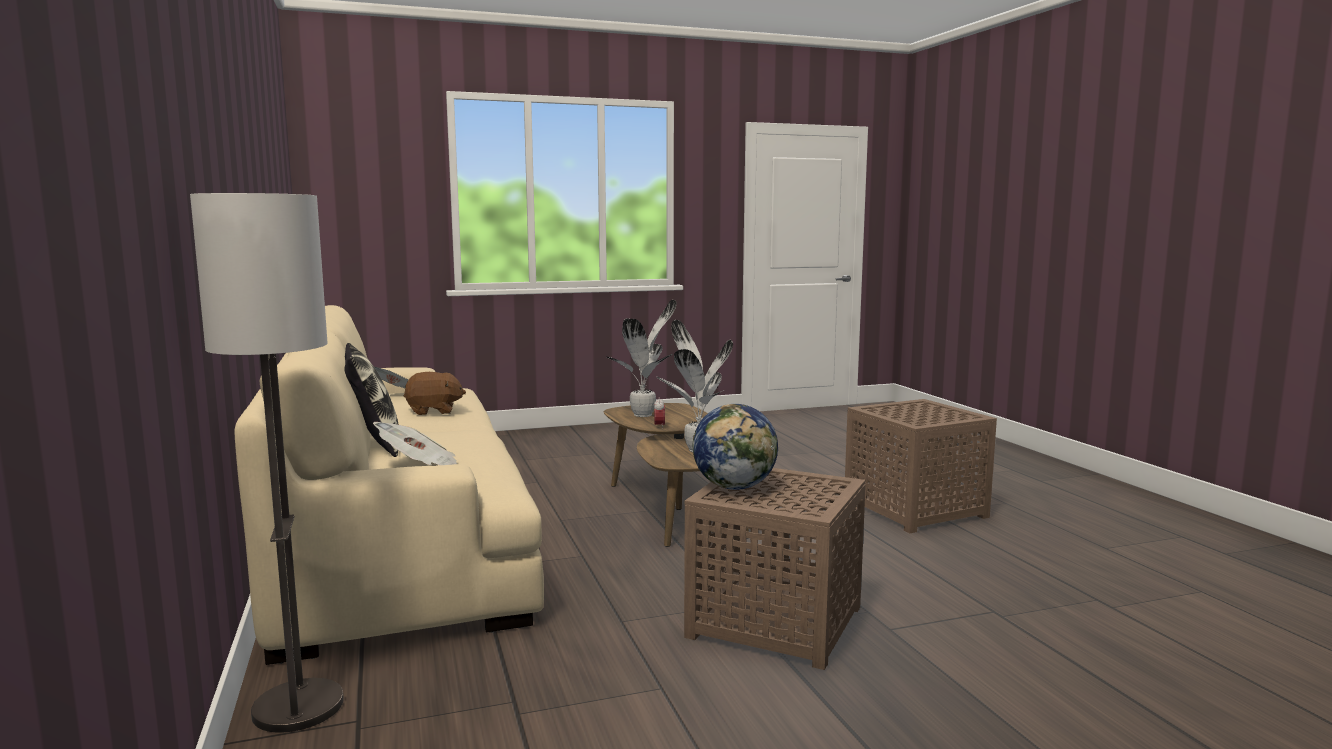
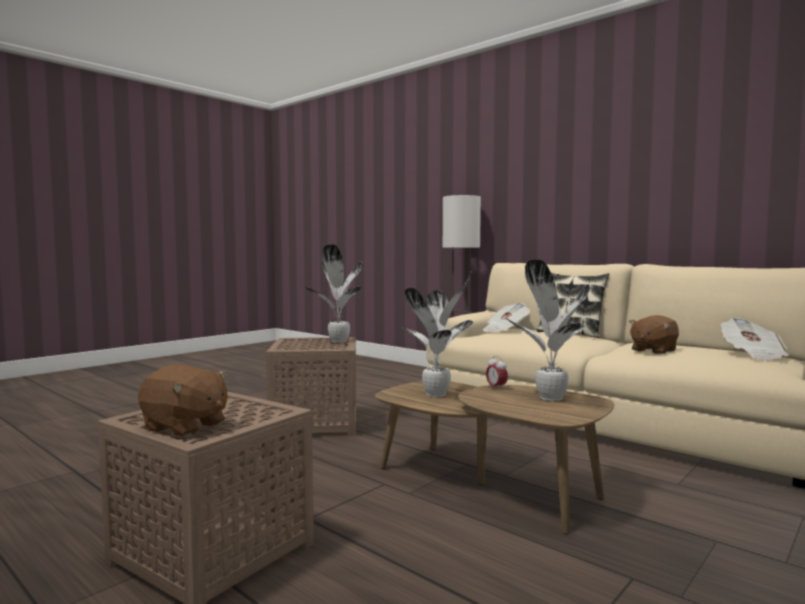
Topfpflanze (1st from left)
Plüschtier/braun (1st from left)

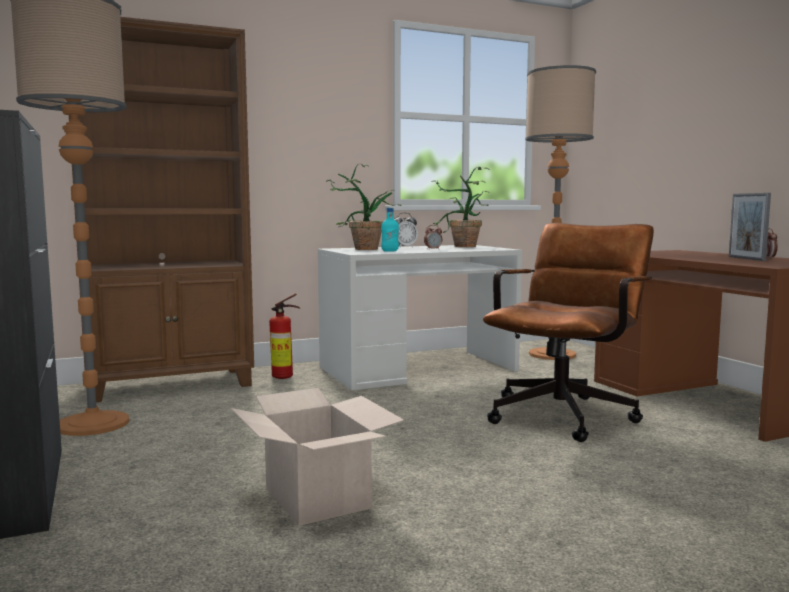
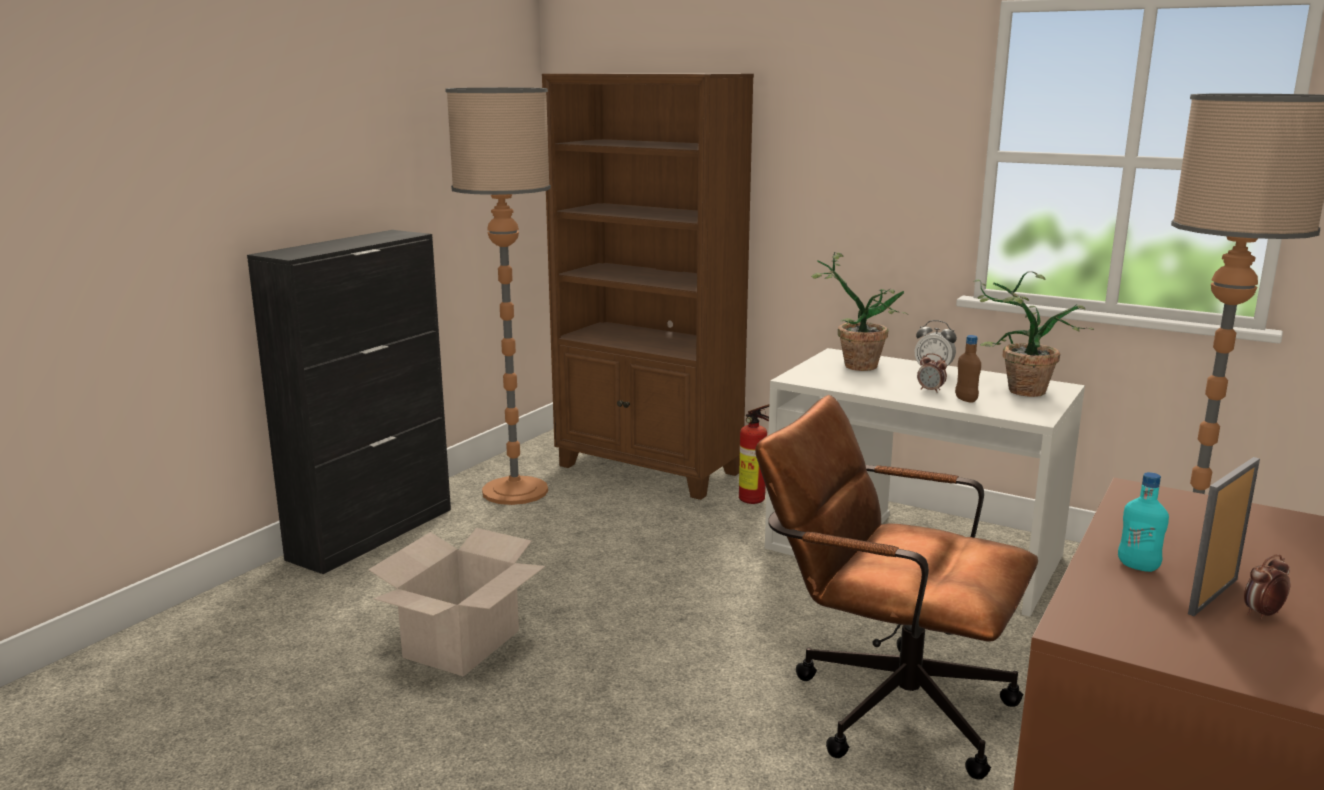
Flasche/türkis
Bürostuhl/braun
Flasche/braun

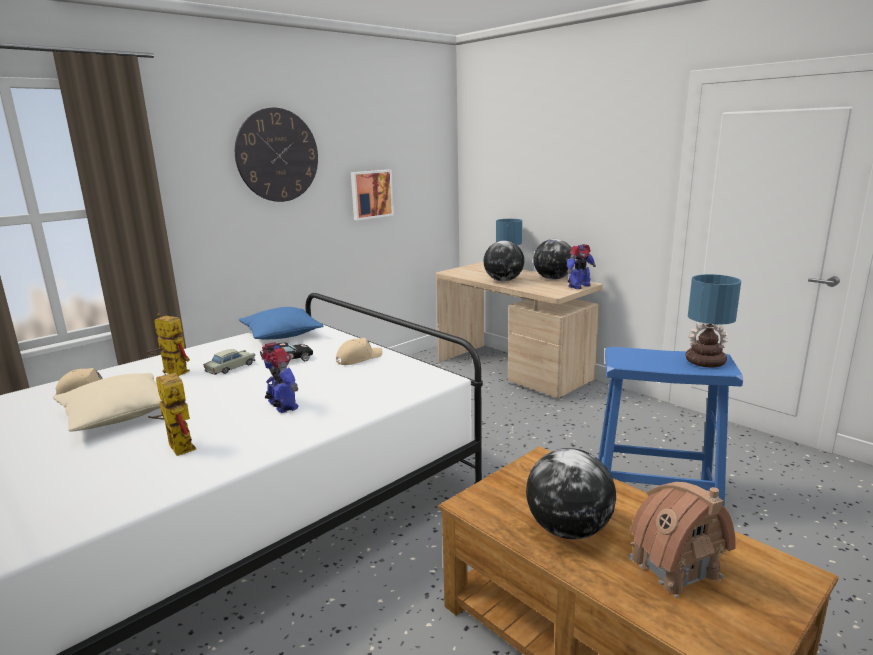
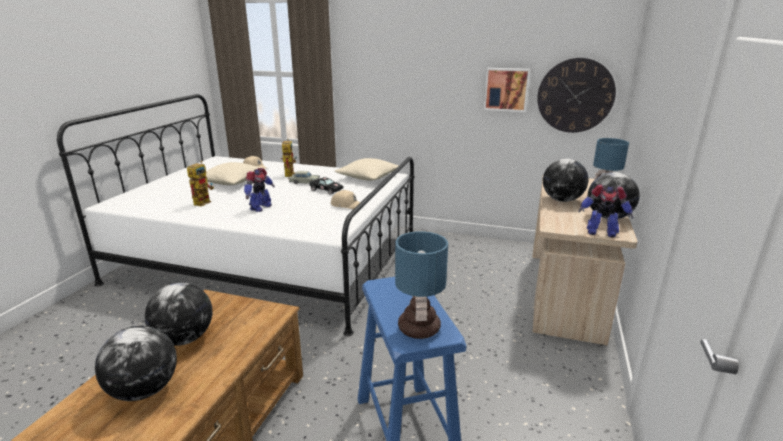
Wanduhr
Kissen/beige (2nd from left)
Globus (1st from left)

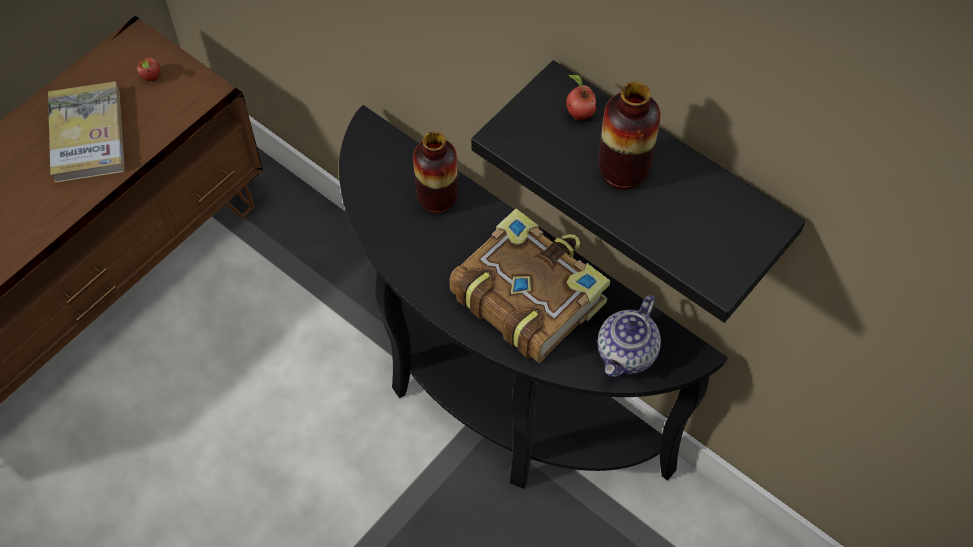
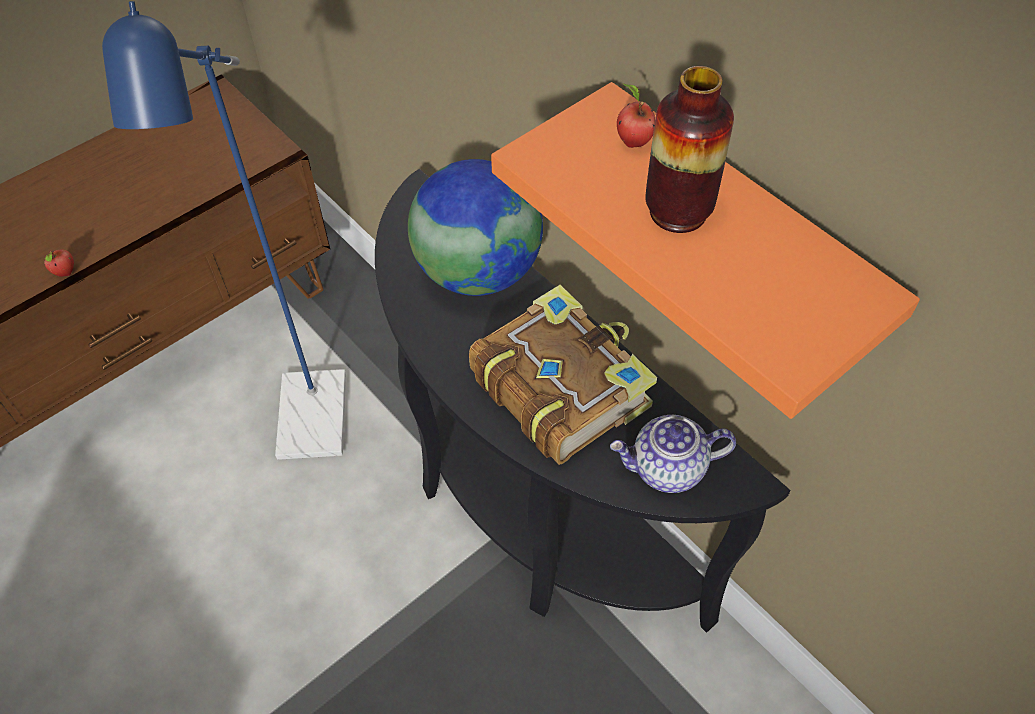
Buch (1st from left in the first image)
Apfel (1st from left)
Globus
Wandregal/orange
Teekanne
Stehlampe/blau

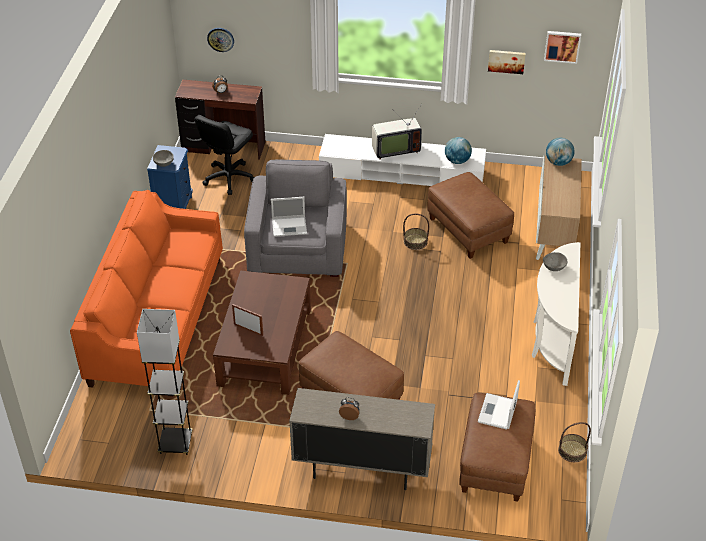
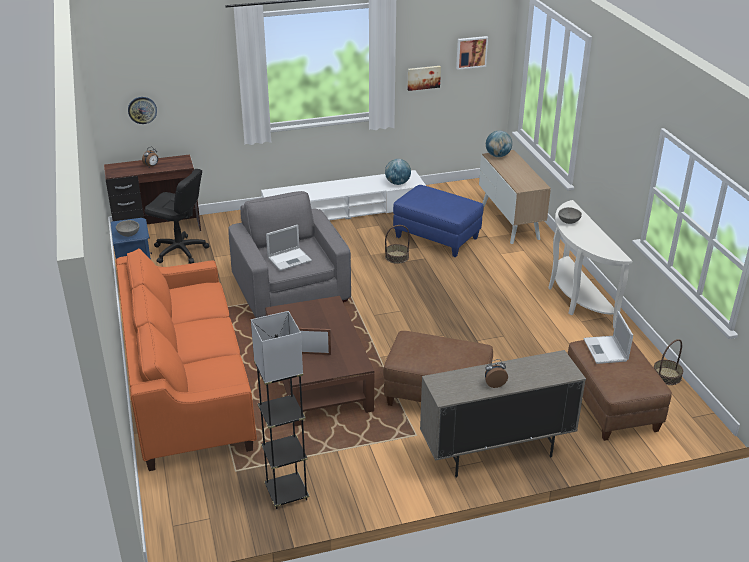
Bürostuhl/schwarz
Fernseher
Polsterhocker/blau

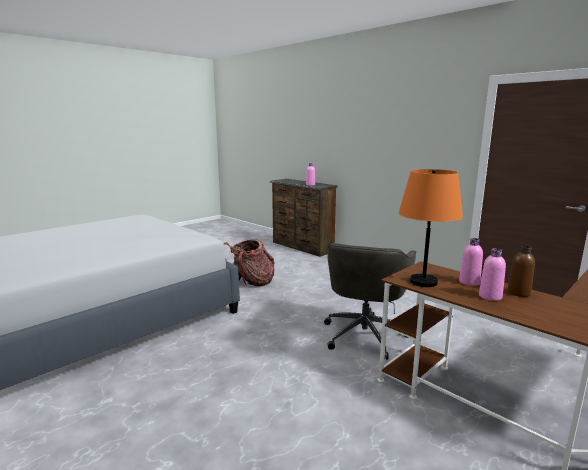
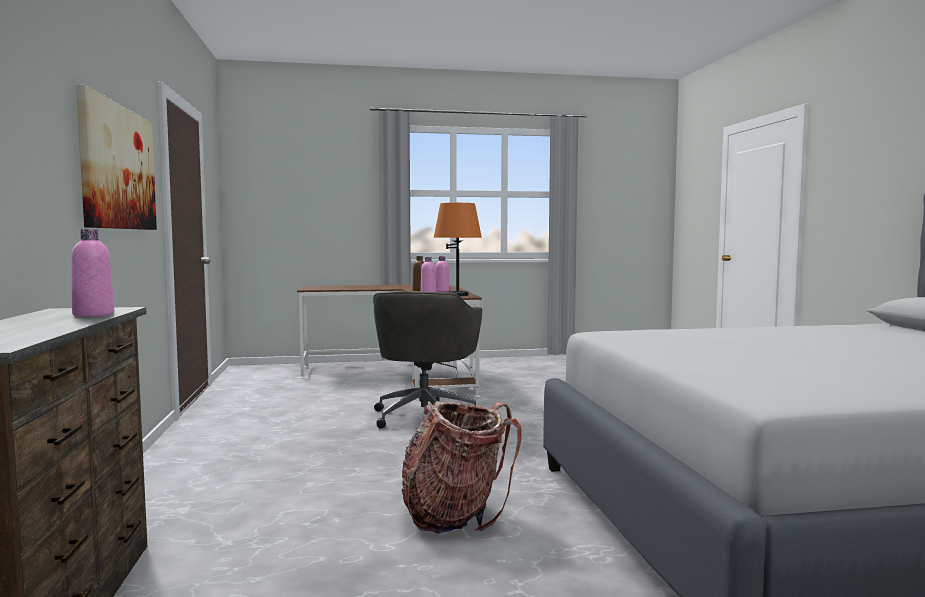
Bürostuhl/grau
Bild

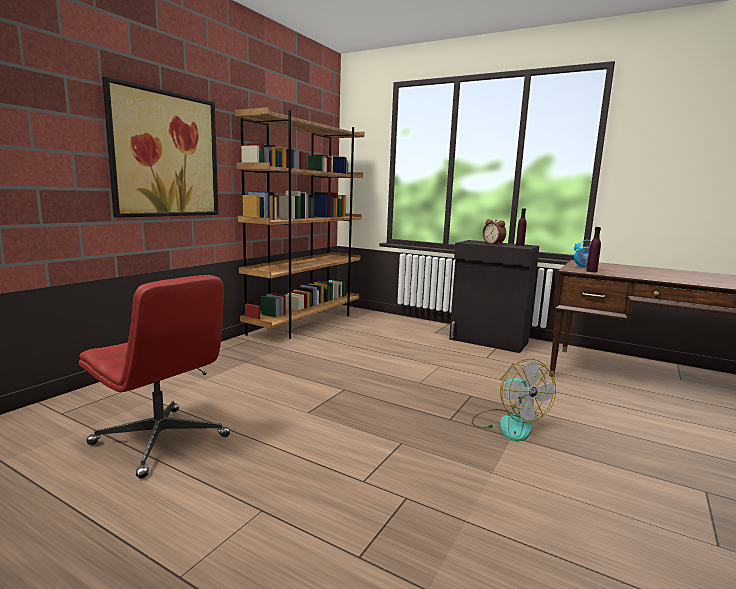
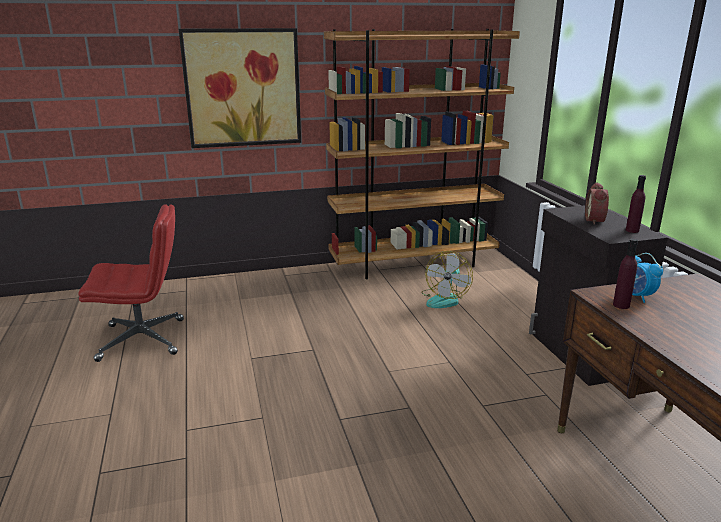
Bürostuhl/rot
Ventilator

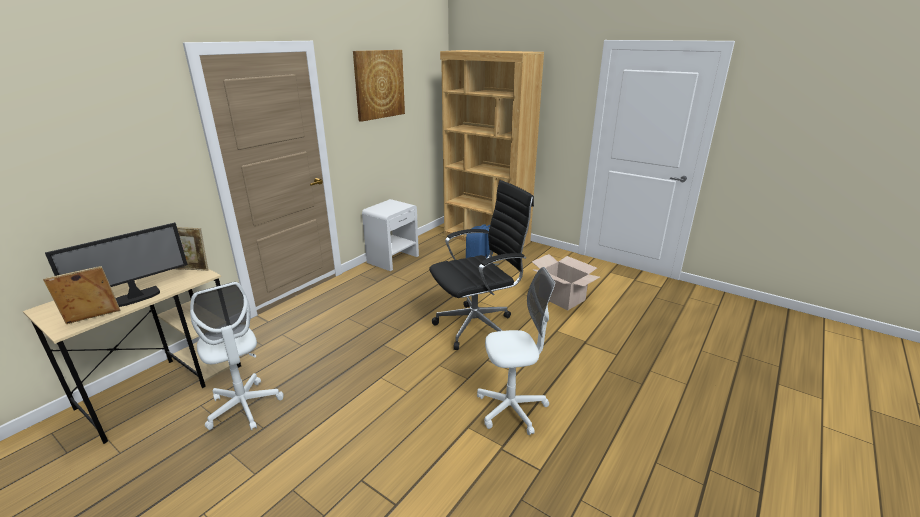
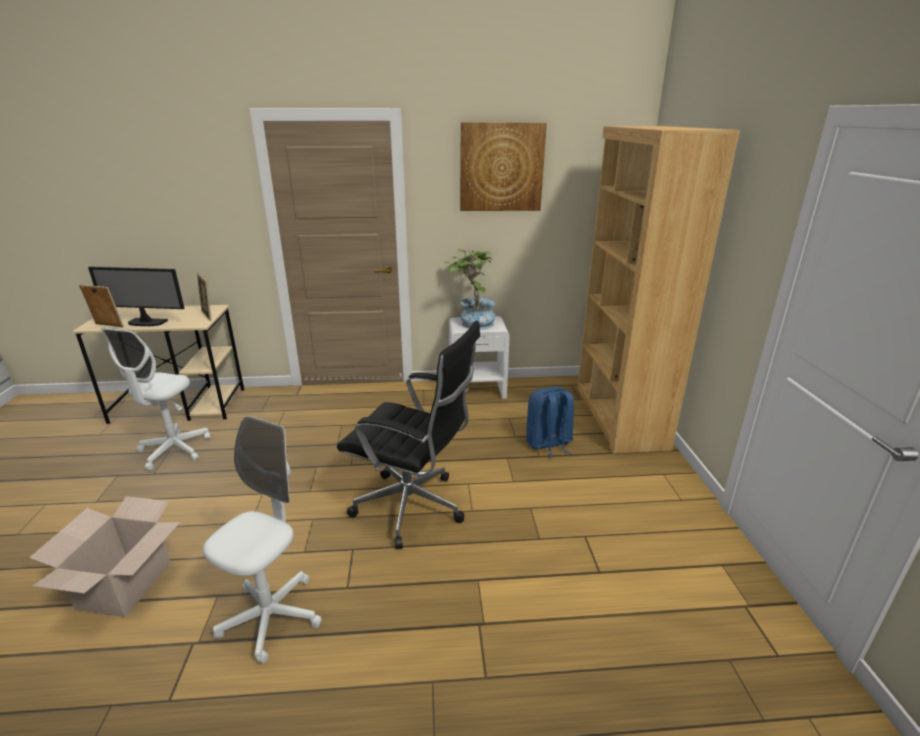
Bürostuhl/weiß (2nd from left)
Karton
Topfpflanze

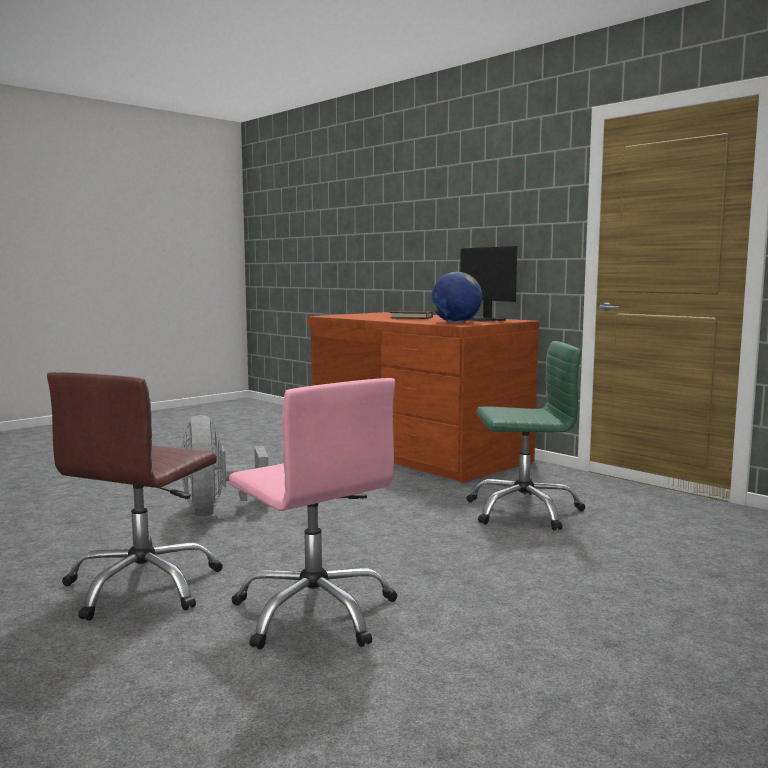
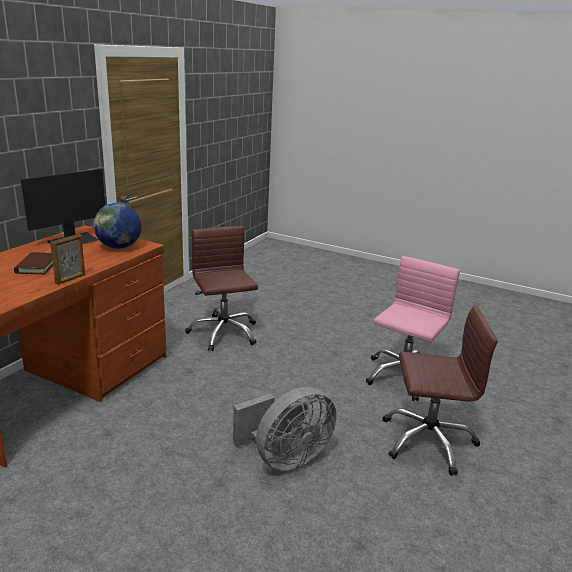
Bürostuhl/braun (1st from left)
Bilderrahmen

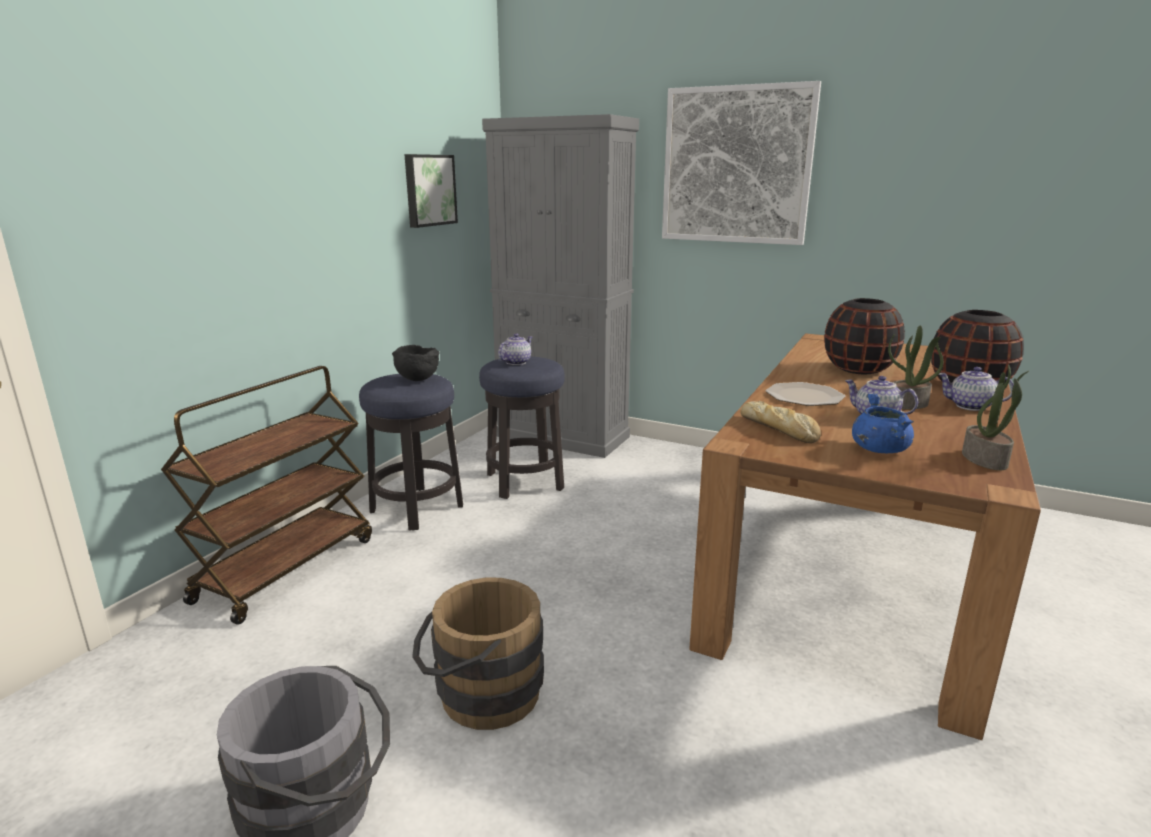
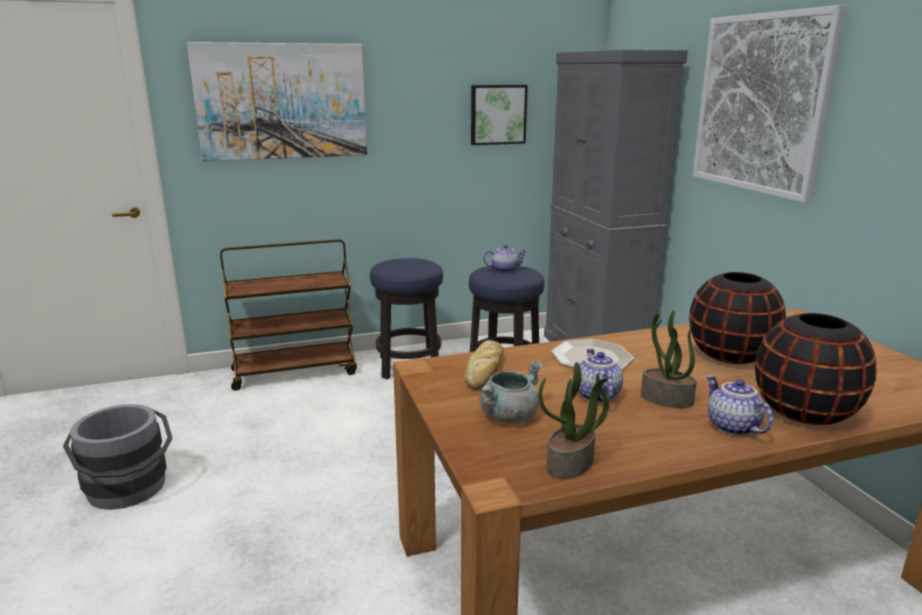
Schüssel/schwarz
Eimer/braun
Kochtopf/grau
Bild (1st from left)

